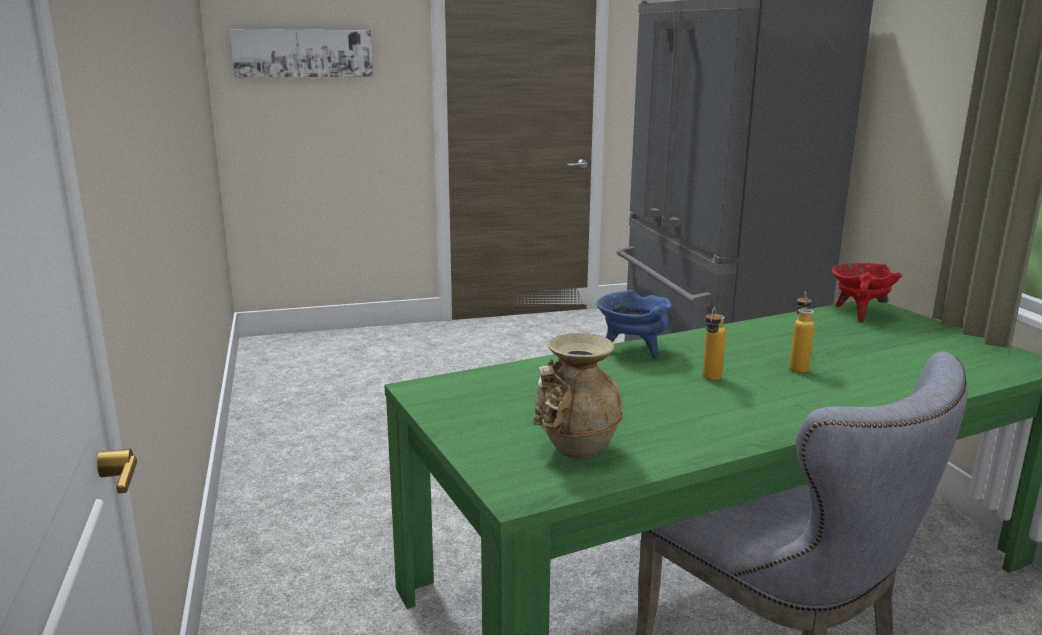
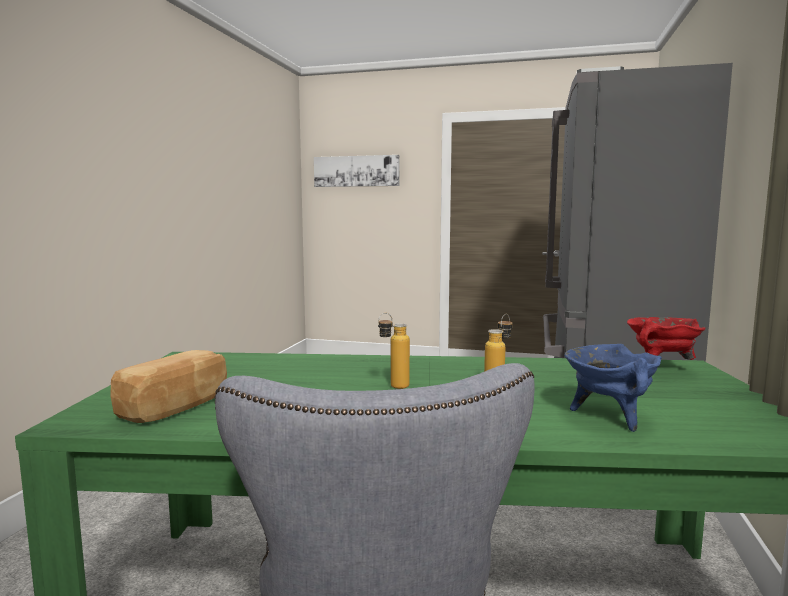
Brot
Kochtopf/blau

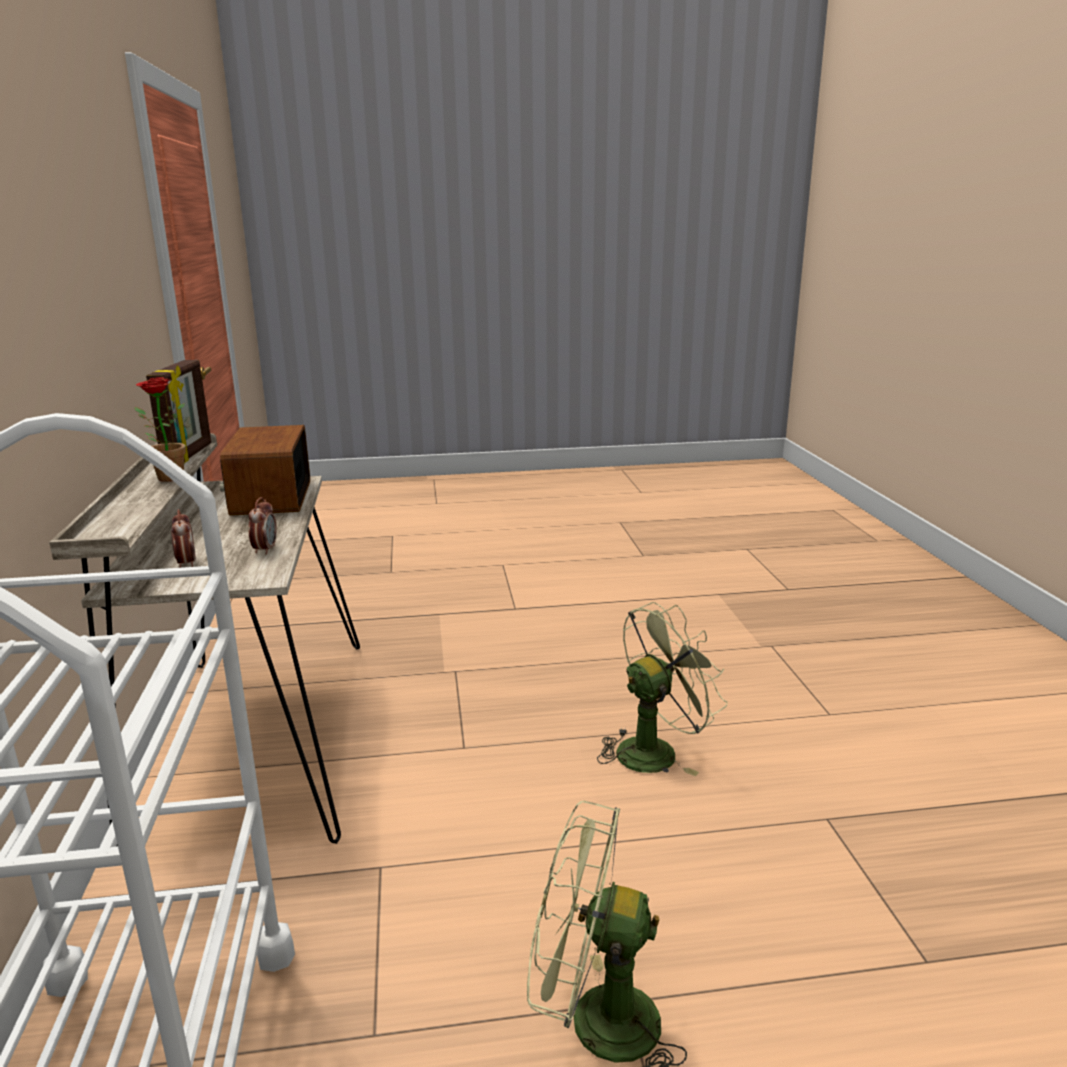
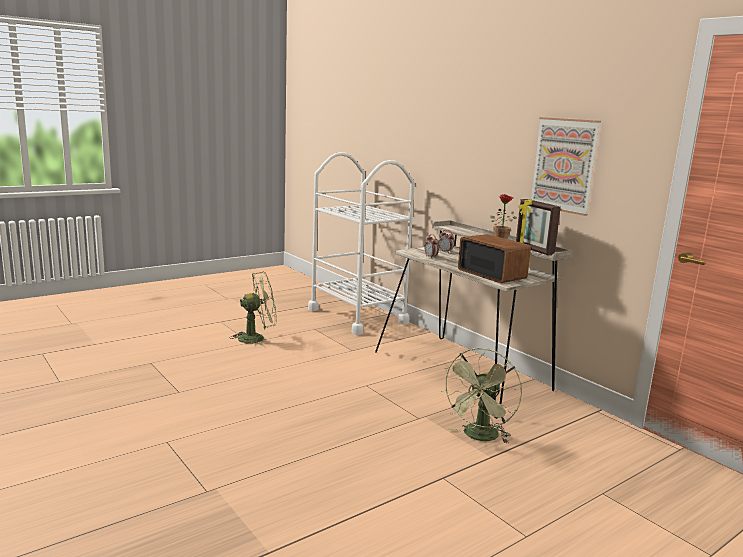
Ventilator/grün (2nd from left)
Bild

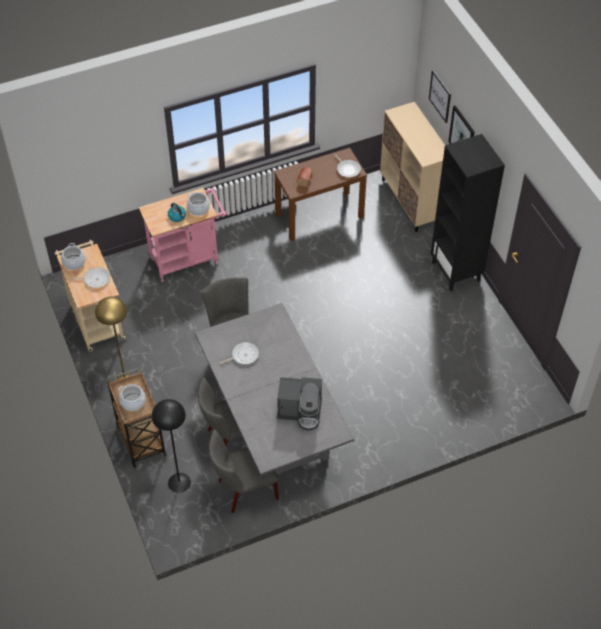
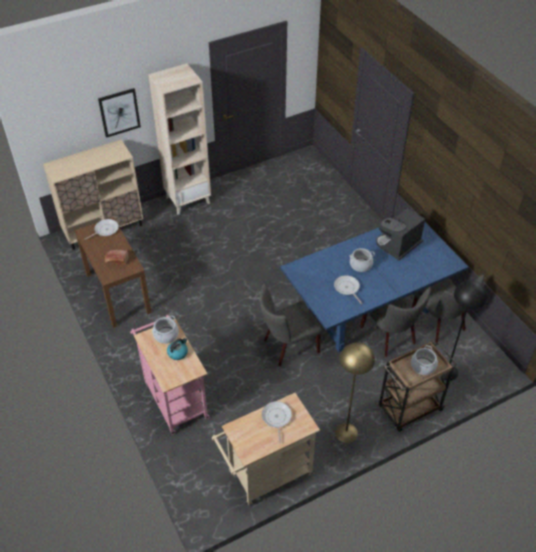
Kochtopf (2nd from left)
Esstisch/blau
Kaffeemaschine
Bild (1st from left in the first image)
Bücherregal/beige

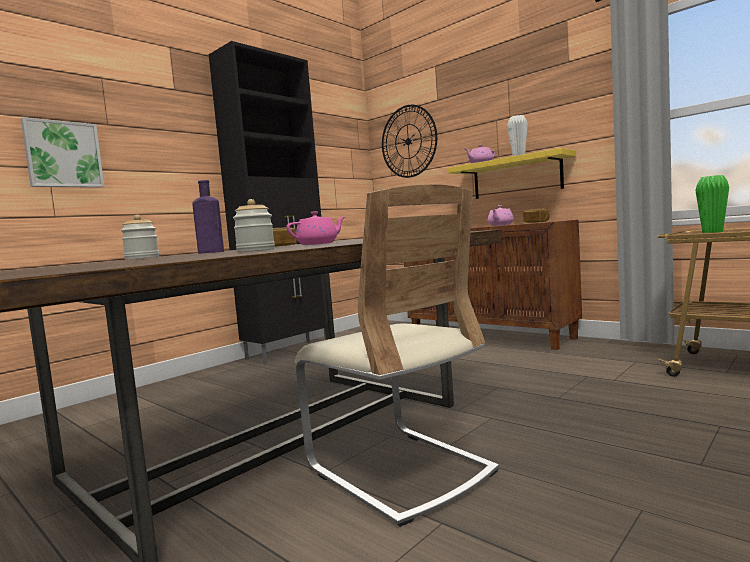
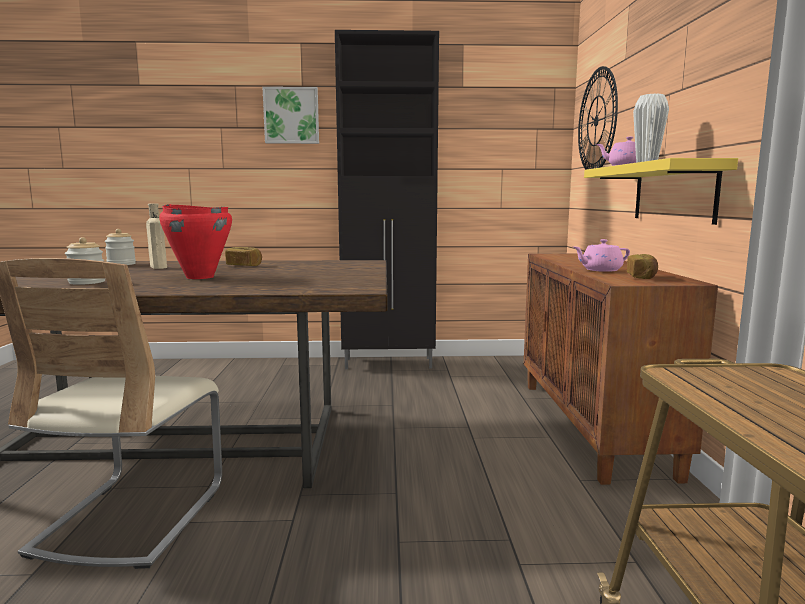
Bild
Flasche/beige
Kochtopf/rot
Vase/grün

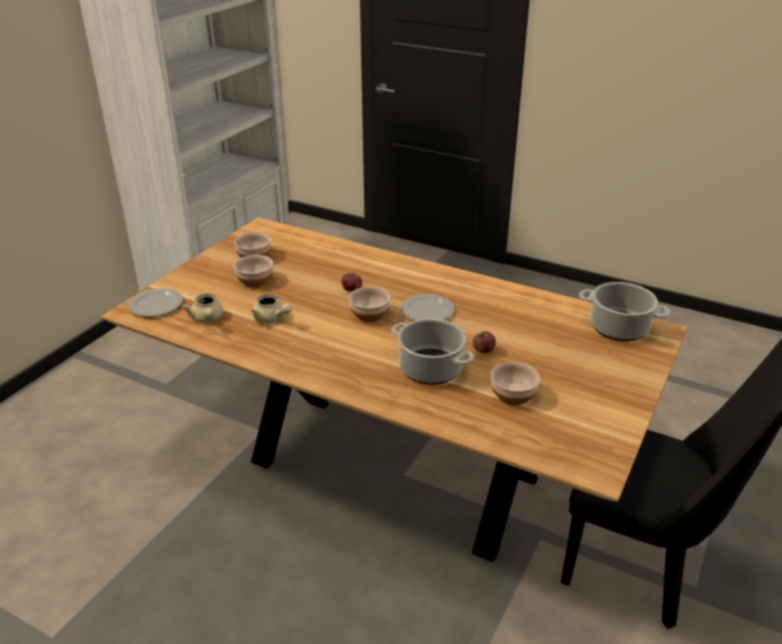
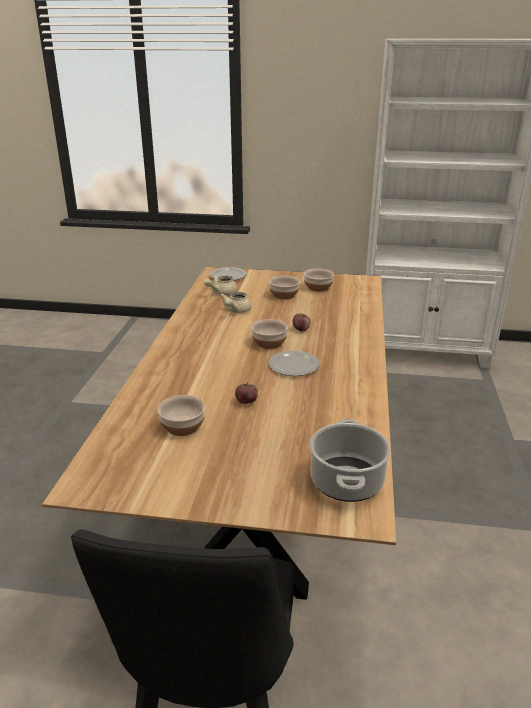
Kochtopf (1st from left in the first image)

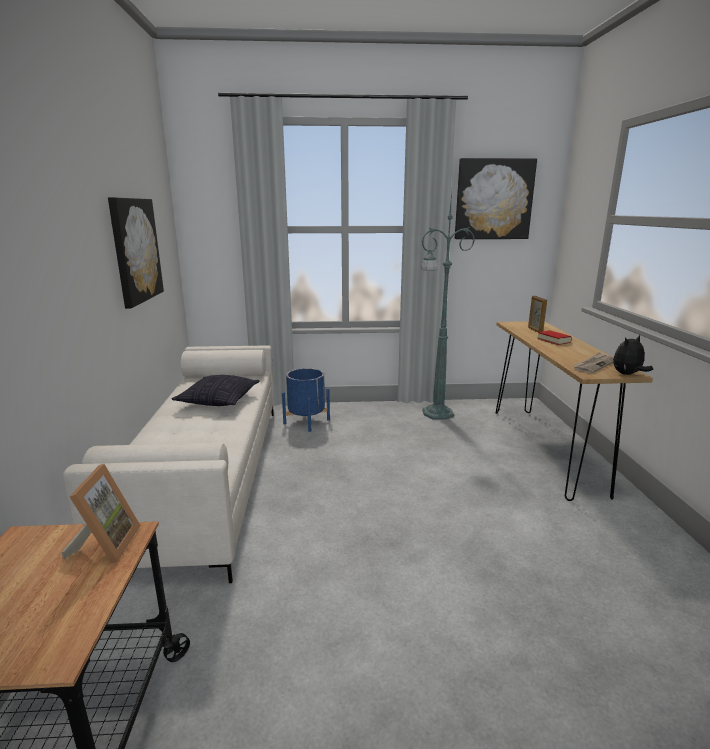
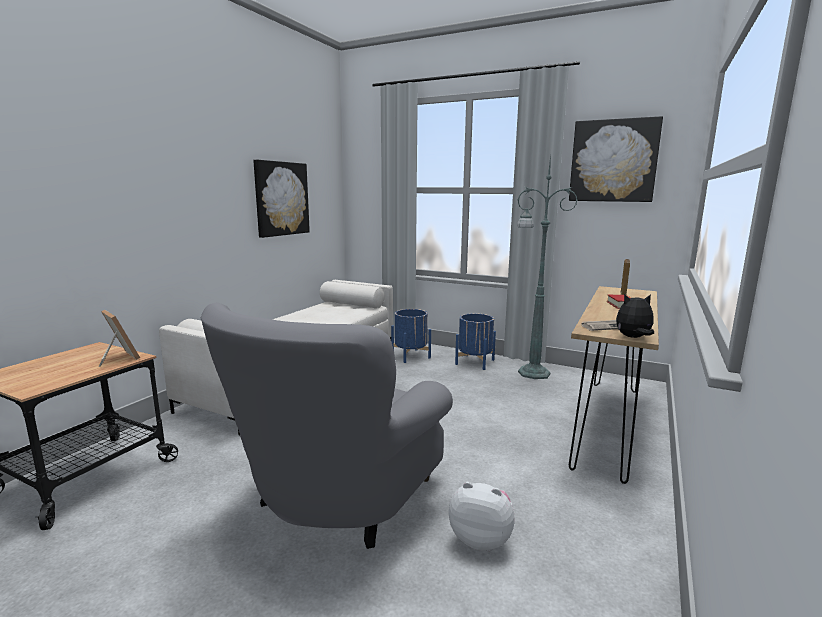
Bilderrahmen (1st from left)
Kissen
Sessel/grau
Plüschtier (1st from left)
Pflanzkübel/blau (2nd from left)

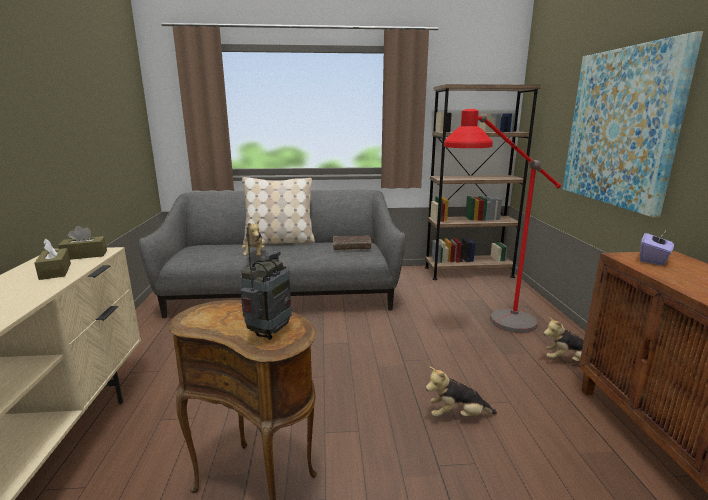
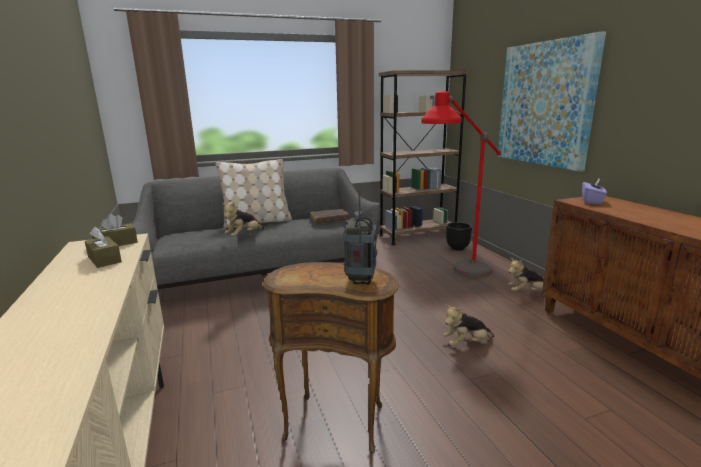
Plüschtier (1st from left)
Pflanzkübel/schwarz

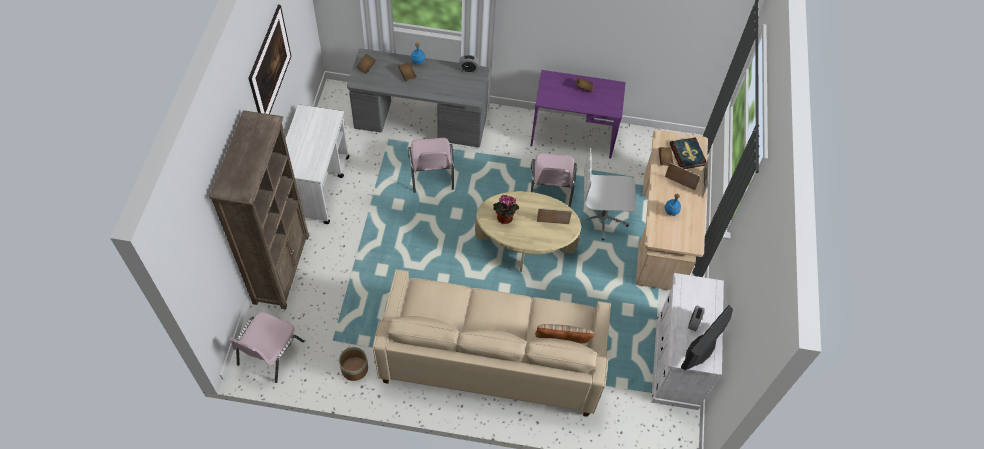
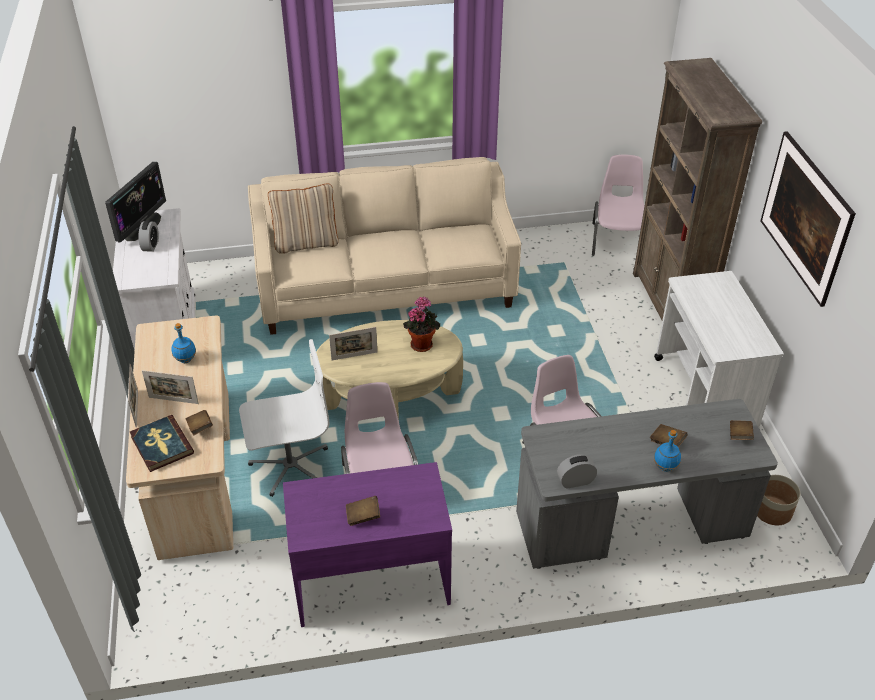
Pflanzkübel

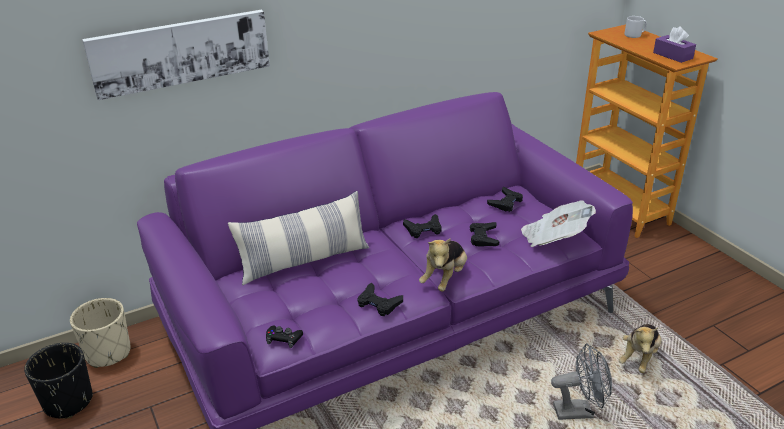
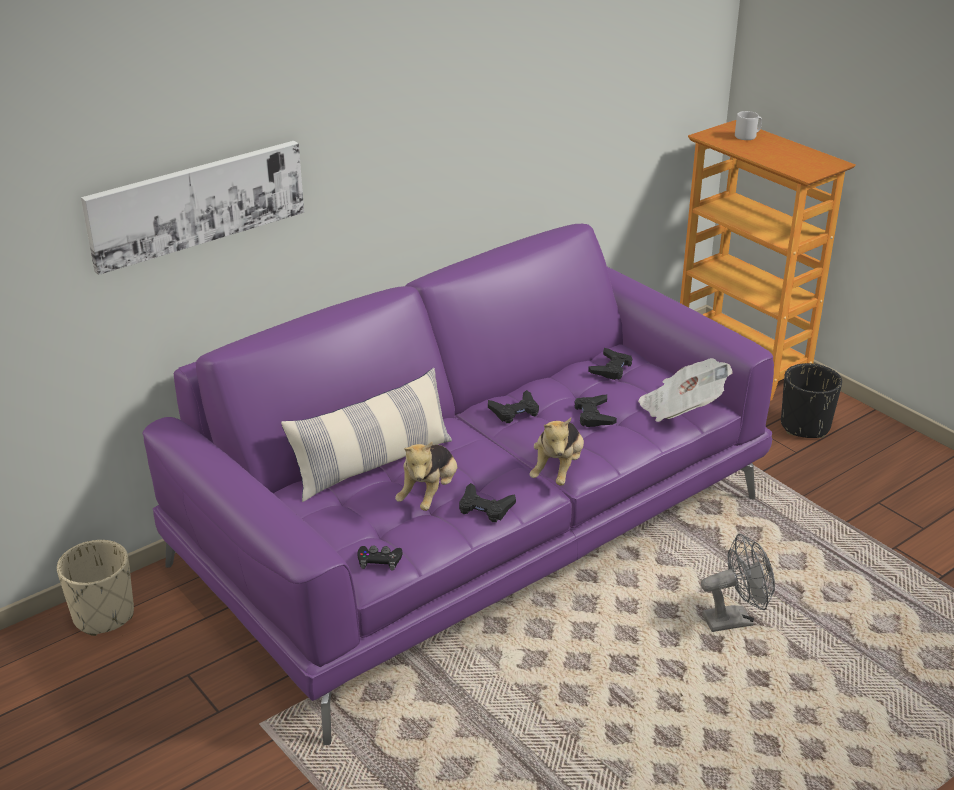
Pflanzkübel/schwarz
Plüschtier (1st from left)
Taschentuchbox/lila

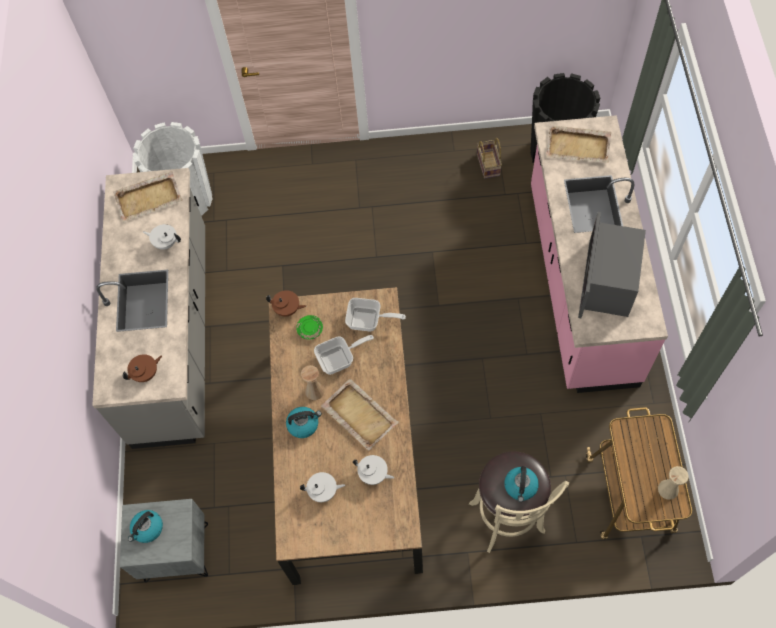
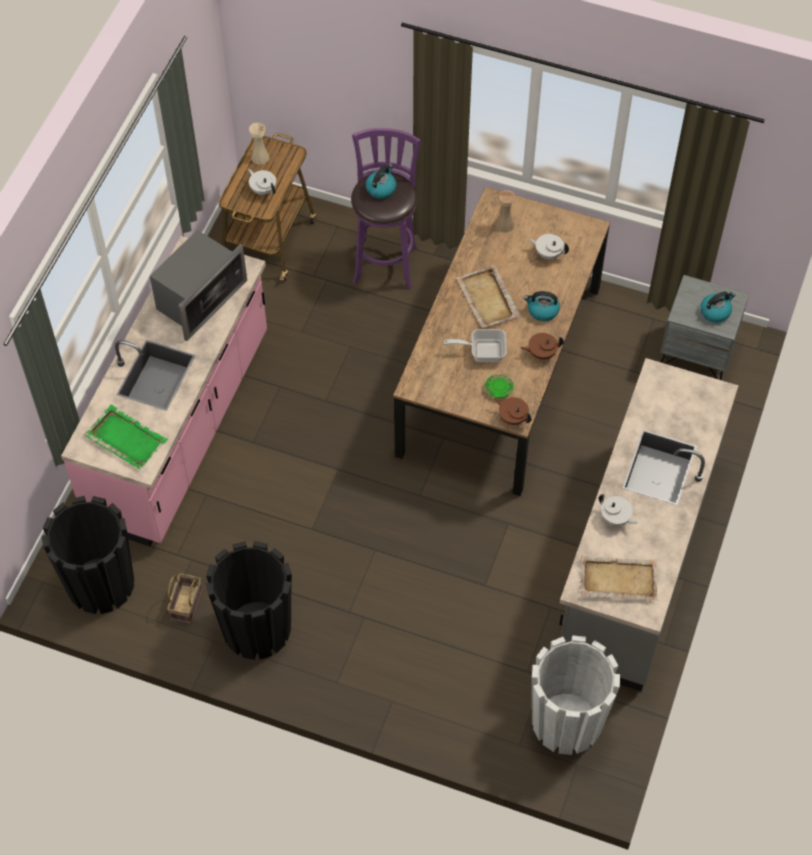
Teekanne/braun (2nd from left)
Vase/beige (2nd from left)
Pfanne (2nd from left in the first image)
Teekanne/weiß (1st from left)
Hocker/lila
Tablett/grün
Pflanzkübel/schwarz (2nd from left)

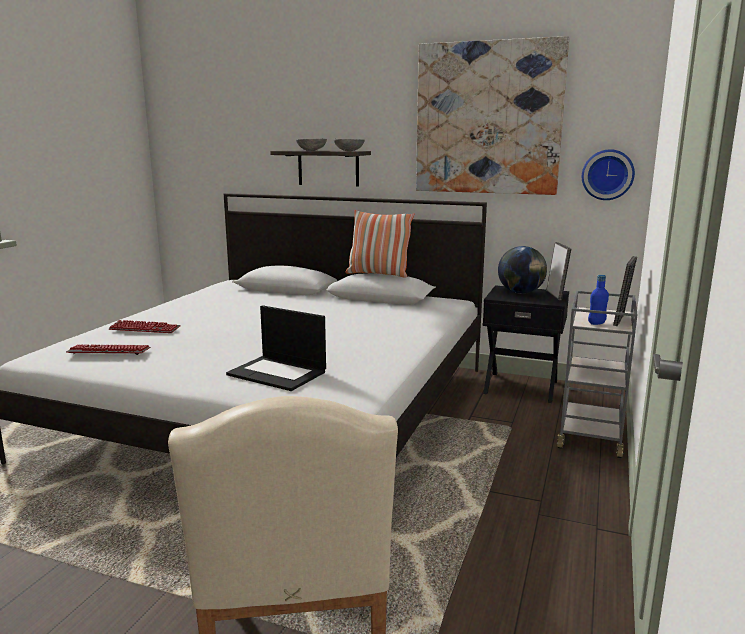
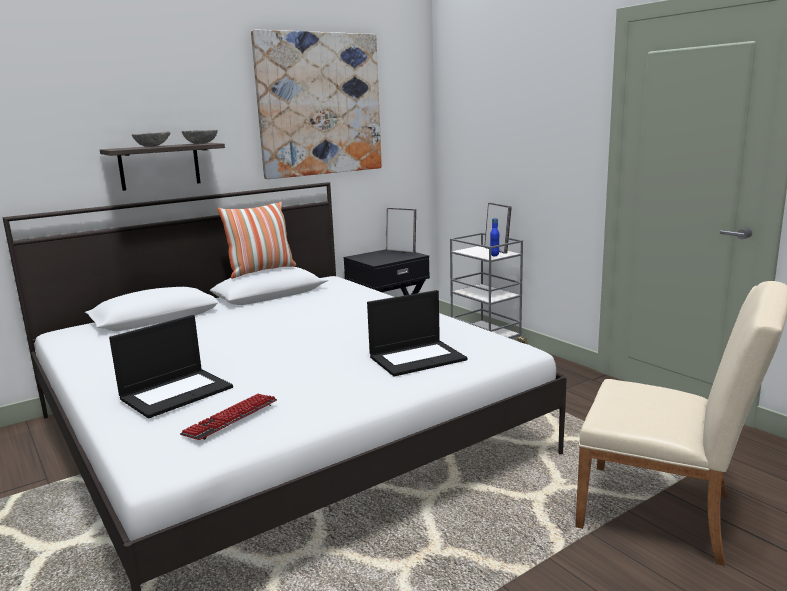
Laptop (1st from left)
Globus
Wanduhr

